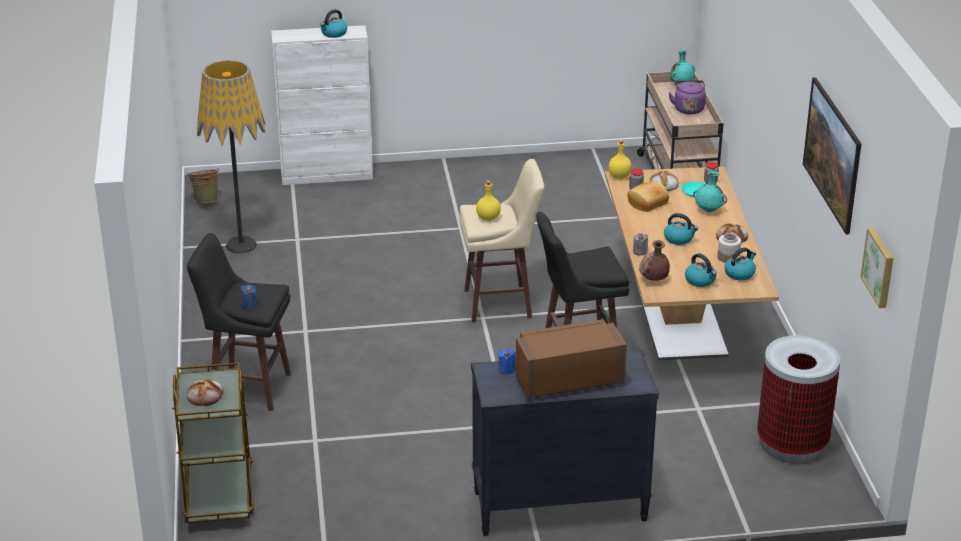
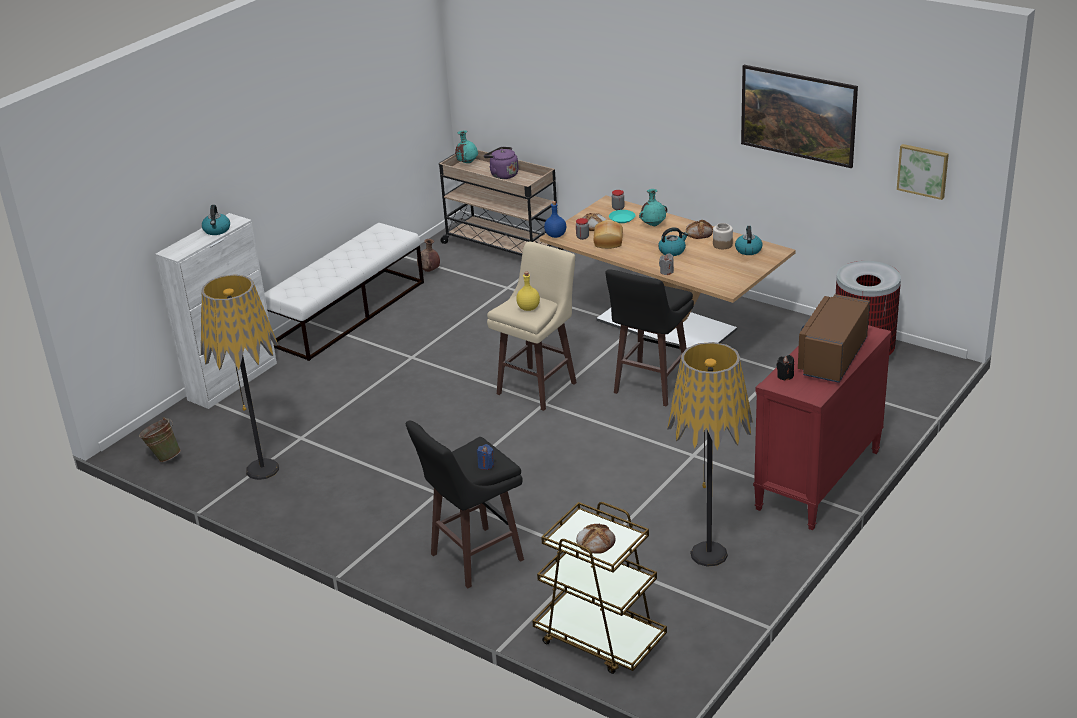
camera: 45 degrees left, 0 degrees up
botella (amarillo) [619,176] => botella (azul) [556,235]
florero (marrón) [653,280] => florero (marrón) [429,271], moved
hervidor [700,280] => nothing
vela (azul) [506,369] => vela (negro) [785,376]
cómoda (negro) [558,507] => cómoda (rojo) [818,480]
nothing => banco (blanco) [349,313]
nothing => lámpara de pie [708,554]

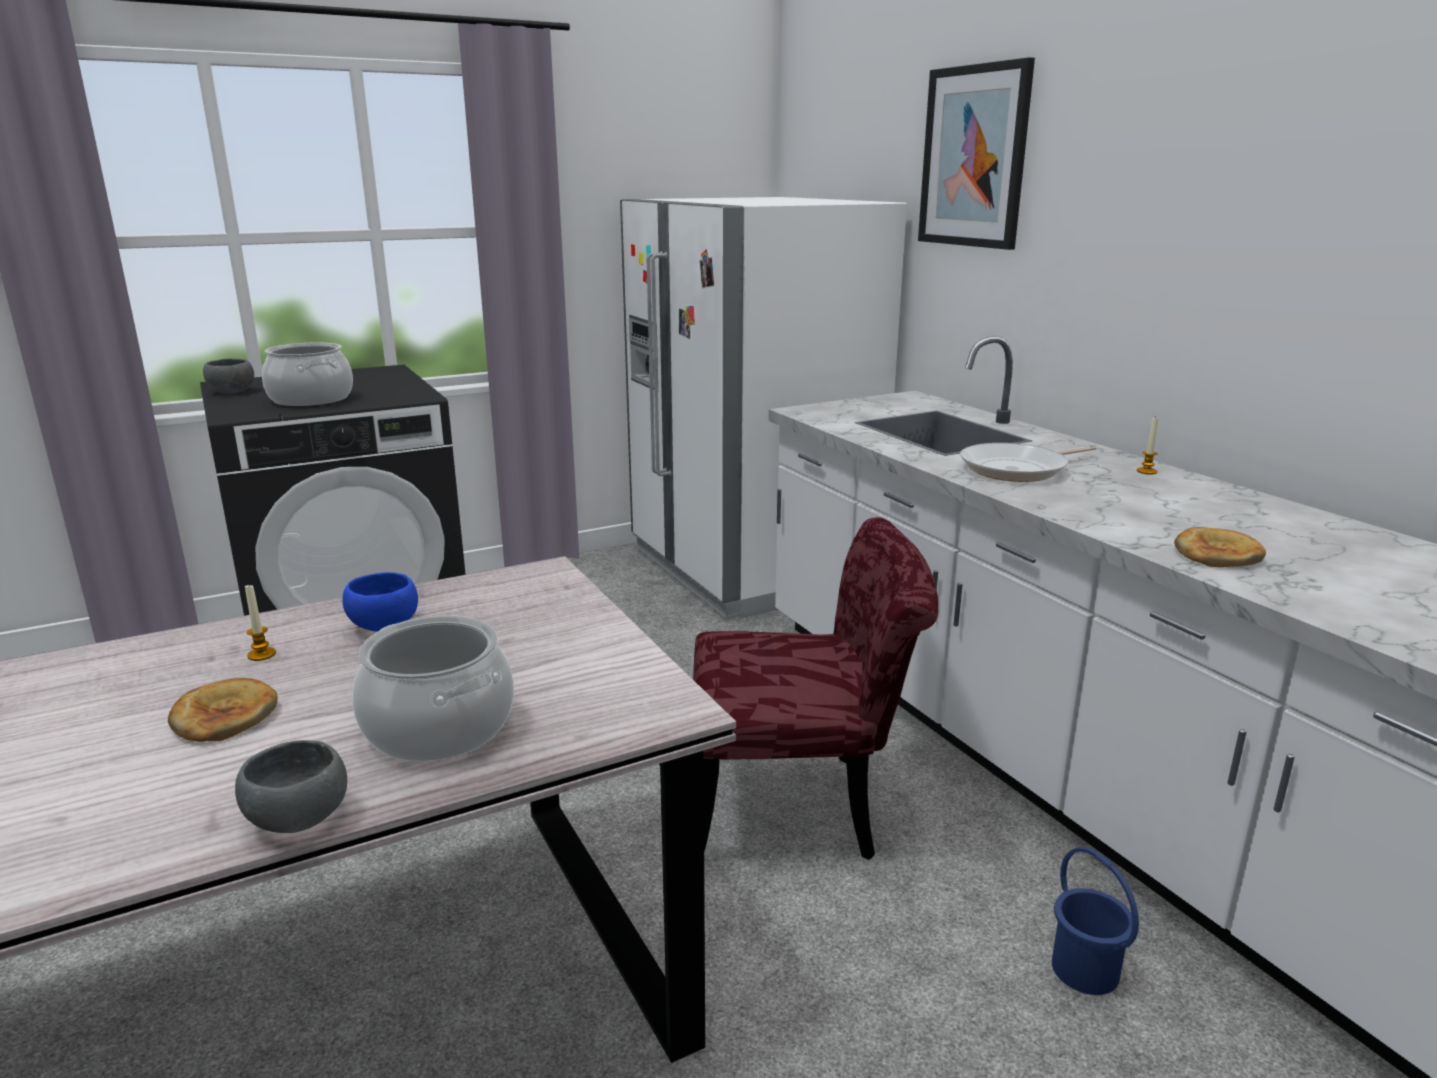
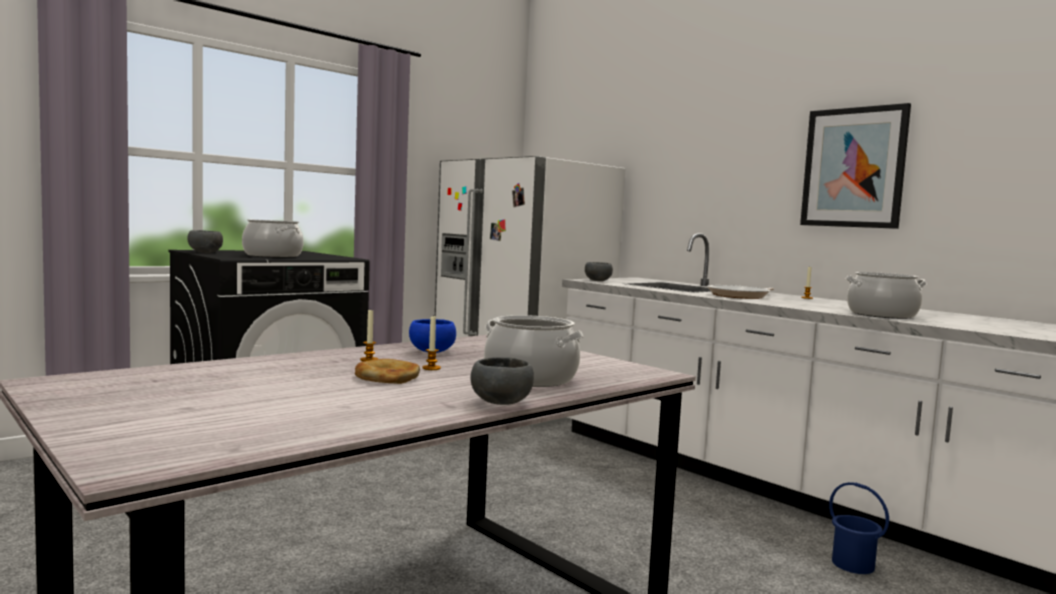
camera: 15 degrees left, 15 degrees down
cuadro [974,157] => cuadro [853,167], moved
silla (rojo) [802,806] => nothing
pan [1217,554] => olla [882,315]
nothing => cuenco (gris) [598,281]
nothing => vela [431,368]

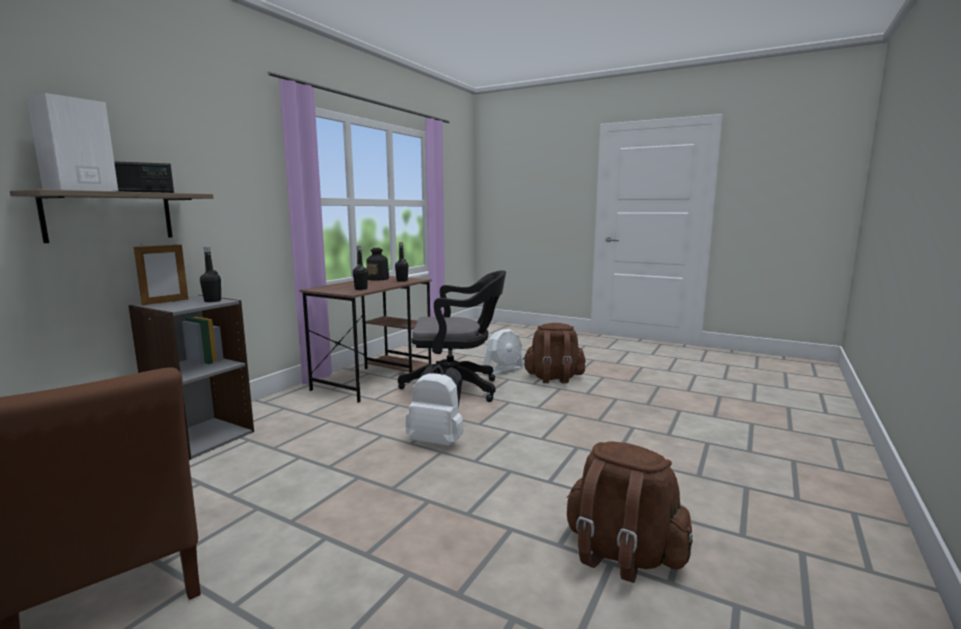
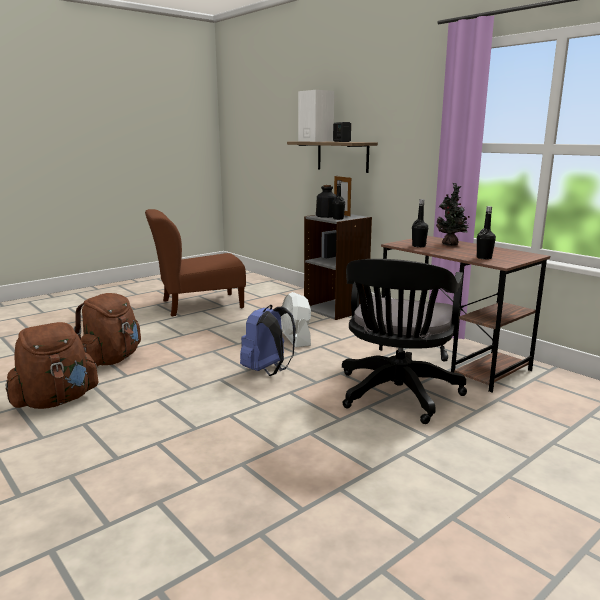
camera: 110 degrees right, 5 degrees up
botella [378,279] => botella [326,216], moved
mochila (marrón) [554,378] => mochila (marrón) [111,360], moved
ventilador (blanco) [503,370] => ventilador (blanco) [296,339], moved
mochila (blanco) [438,441] => mochila (azul) [268,371]
nothing => planta en maceta [451,245]

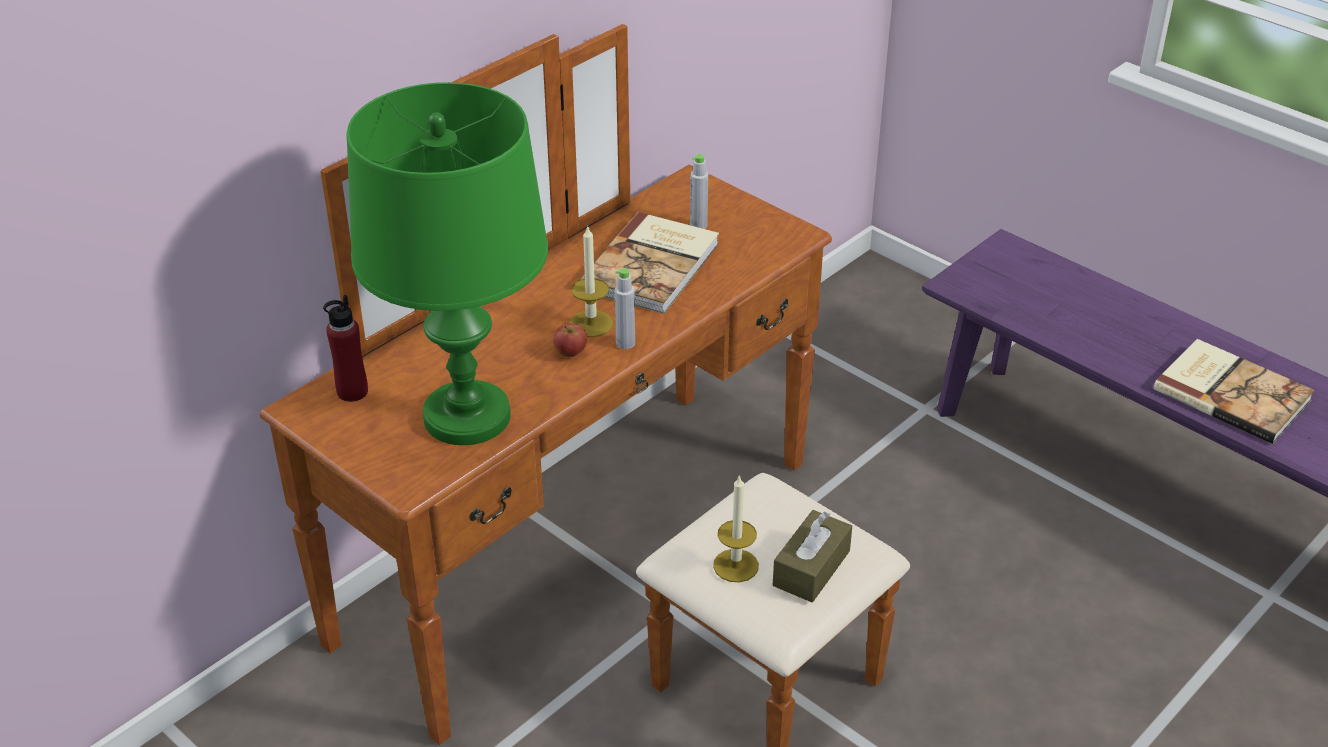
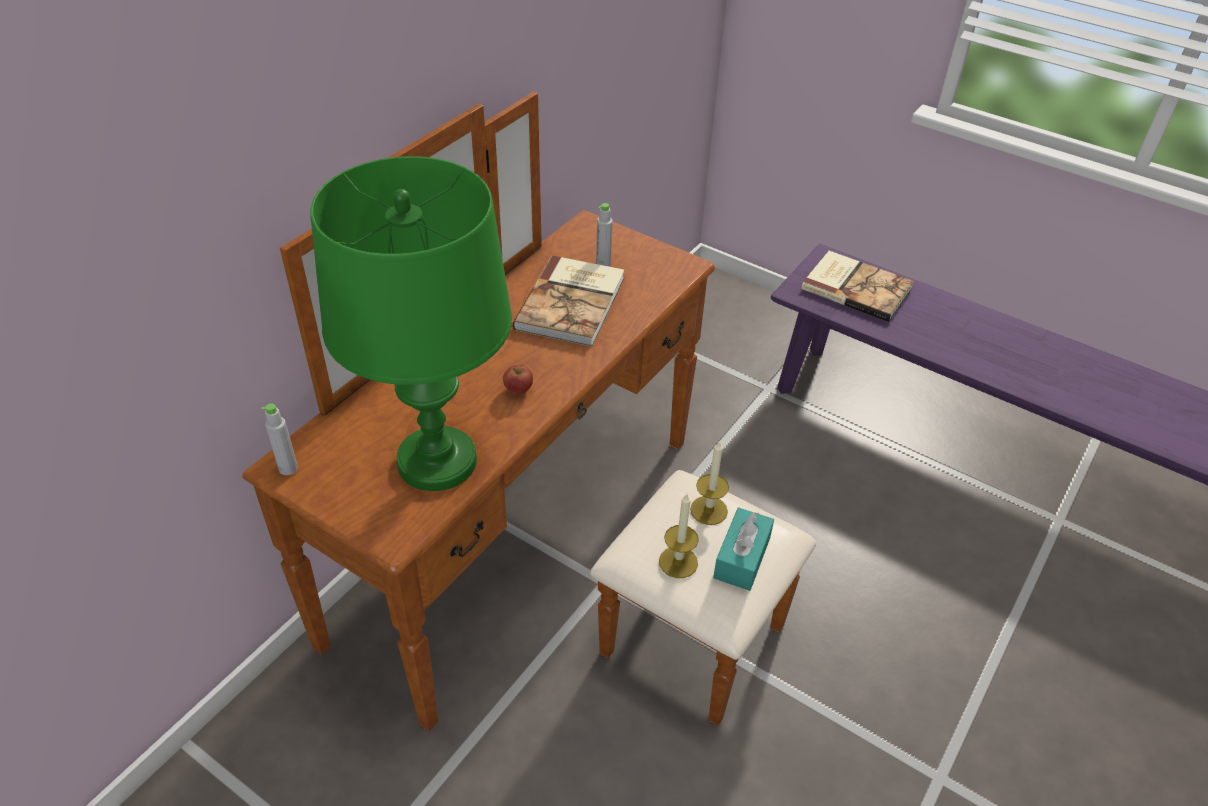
camera: 10 degrees left, 5 degrees up
vela [591,323] => vela [709,510], moved
botella (gris) [625,343] => botella (gris) [288,468], moved
botella (rojo) [352,392] => nothing
libro [1231,393] => libro [856,287], moved
caja de pañuelos (marrón) [811,568] => caja de pañuelos (turquesa) [742,558]

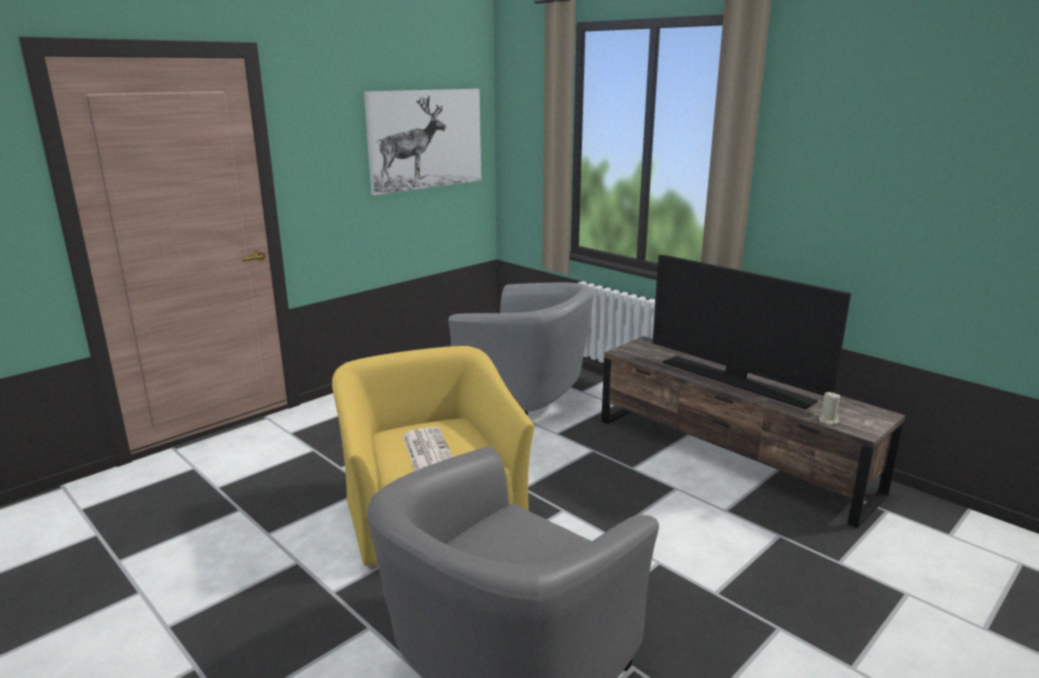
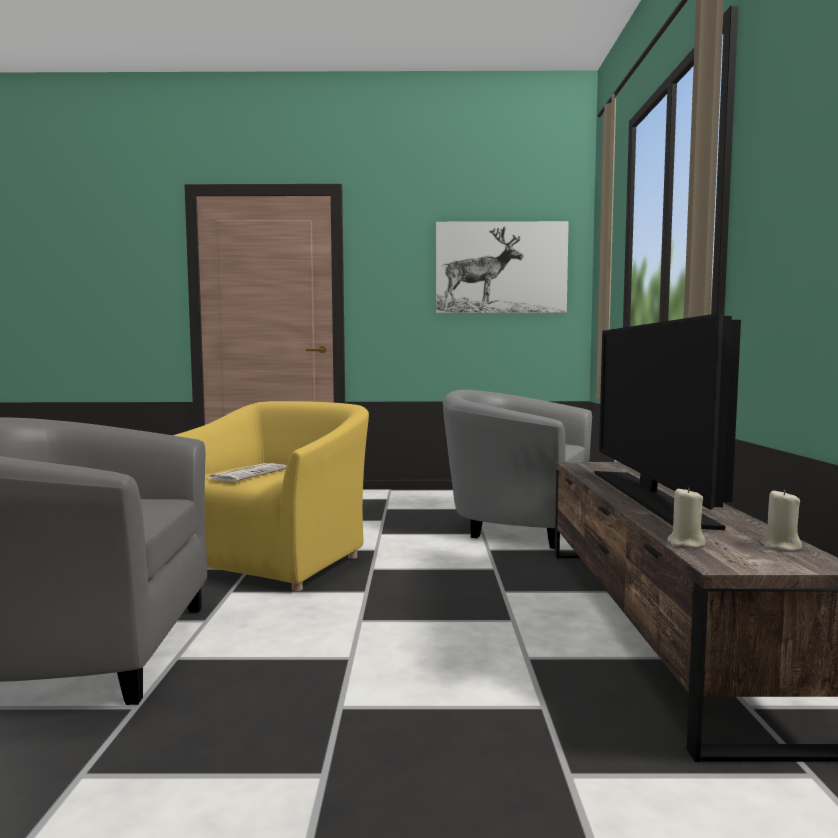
camera: 45 degrees right, 15 degrees down
sillón (gris) [526,400] => sillón (gris) [515,525], 135 degrees clockwise
nothing => vela (beis) [780,546]

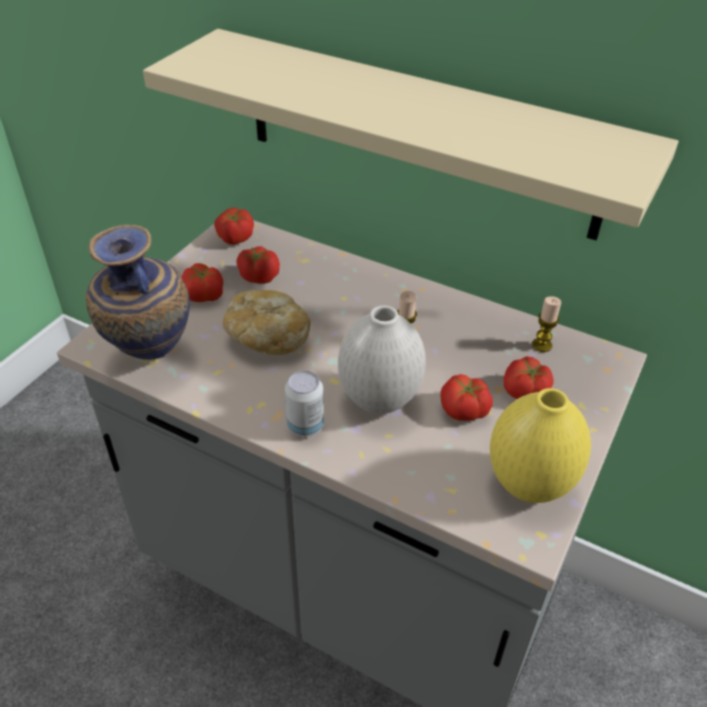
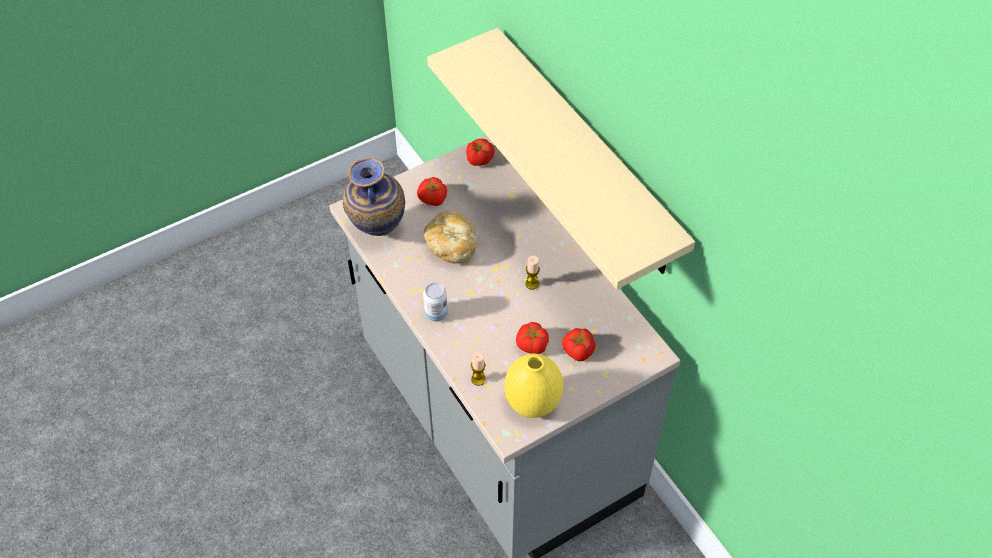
camera: 30 degrees right, 10 degrees up
tomate [259,276] => nothing
vela [542,345] => vela [478,379], moved
florero (blanco) [380,401] => nothing

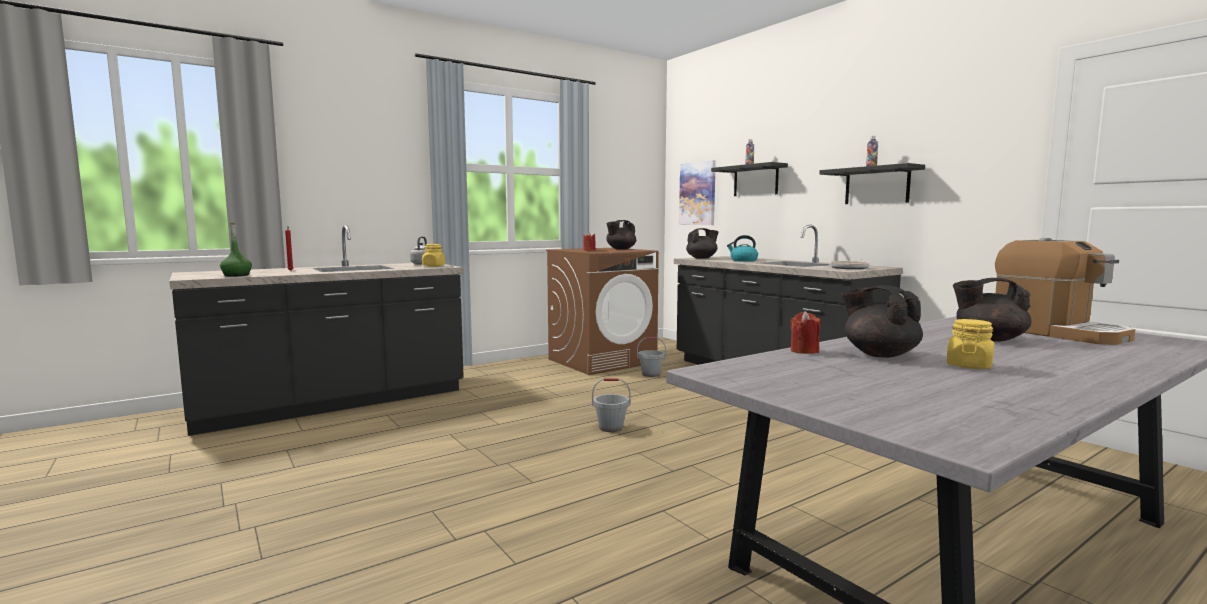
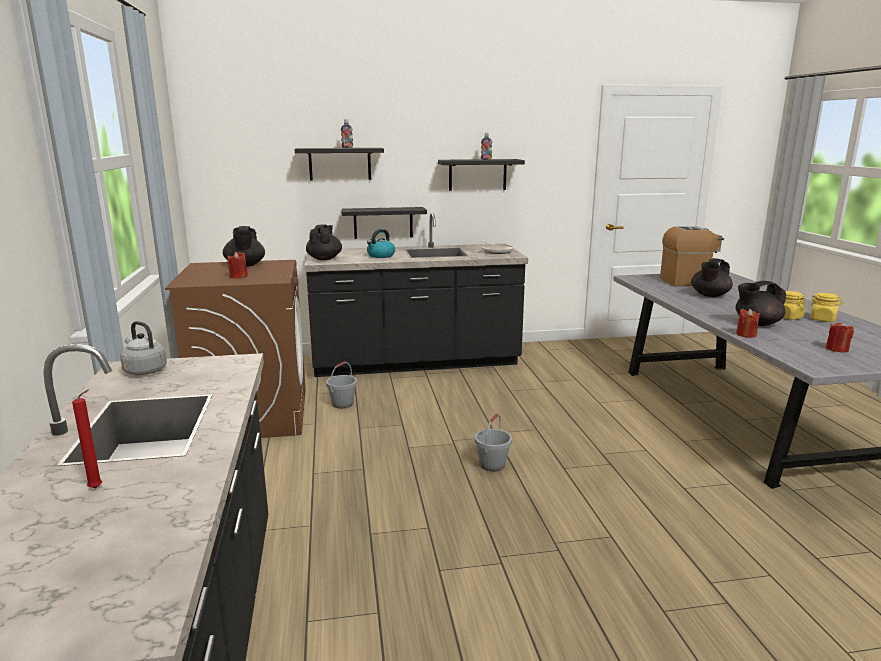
camera: 65 degrees left, 10 degrees up
cuadro [698,193] => nothing
botella (verde) [236,275] => nothing
tarro (amarillo) [433,266] => tarro (amarillo) [823,319], moved
nothing => estante (negro) [383,222]
nothing => vela (rojo) [837,349]

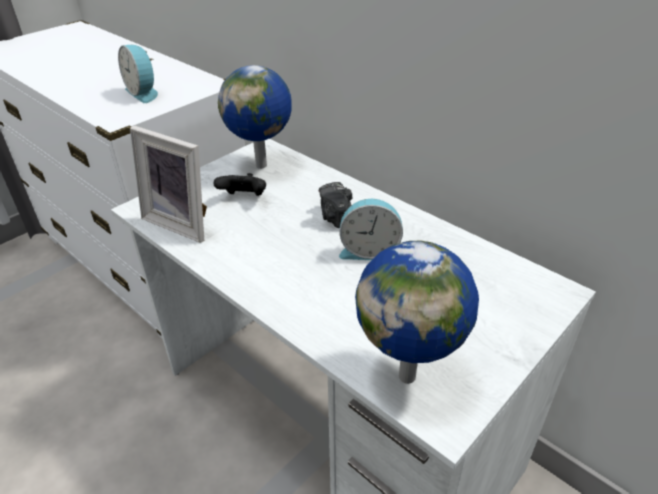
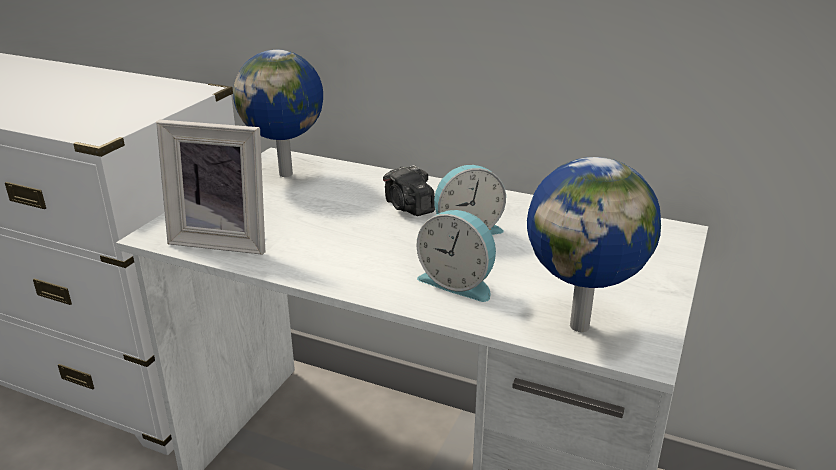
camera: 20 degrees left, 10 degrees down
despertador [144,93] => despertador [458,282], moved
mando de consola (negro) [244,198] => nothing

